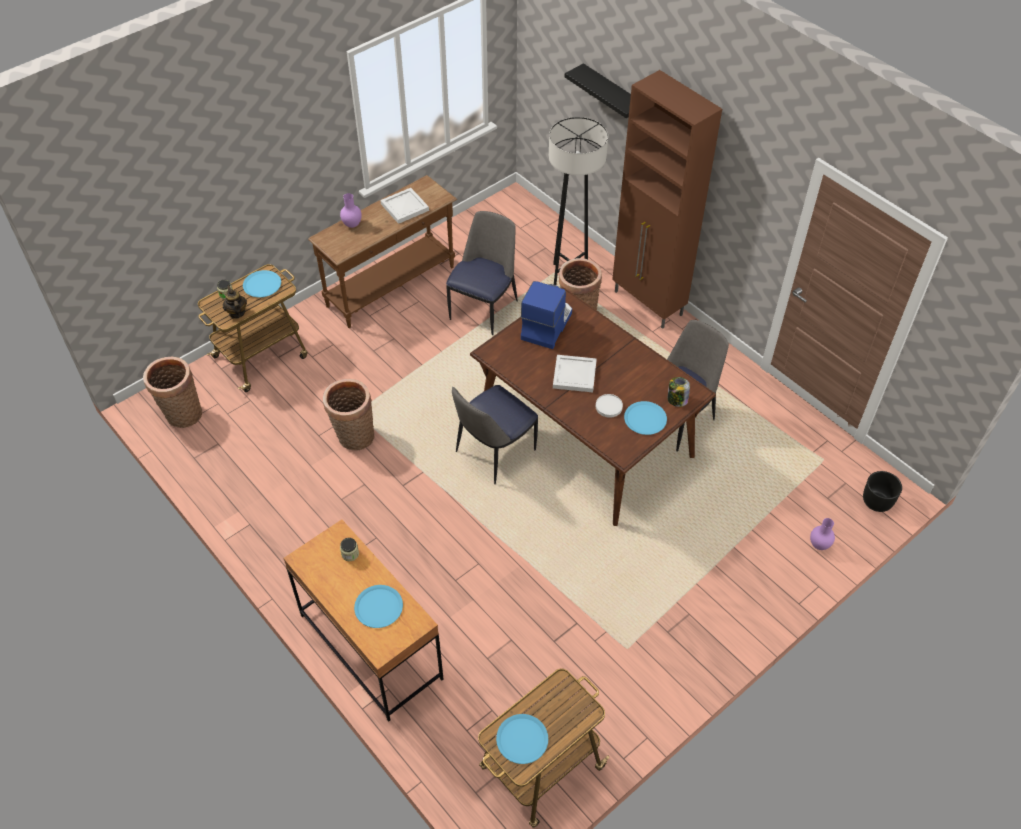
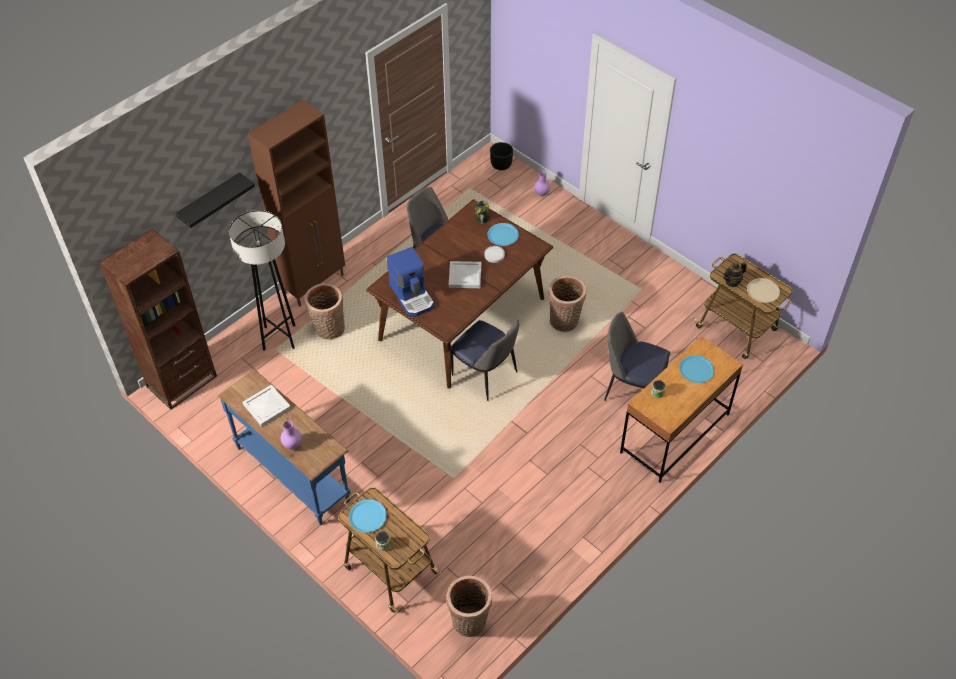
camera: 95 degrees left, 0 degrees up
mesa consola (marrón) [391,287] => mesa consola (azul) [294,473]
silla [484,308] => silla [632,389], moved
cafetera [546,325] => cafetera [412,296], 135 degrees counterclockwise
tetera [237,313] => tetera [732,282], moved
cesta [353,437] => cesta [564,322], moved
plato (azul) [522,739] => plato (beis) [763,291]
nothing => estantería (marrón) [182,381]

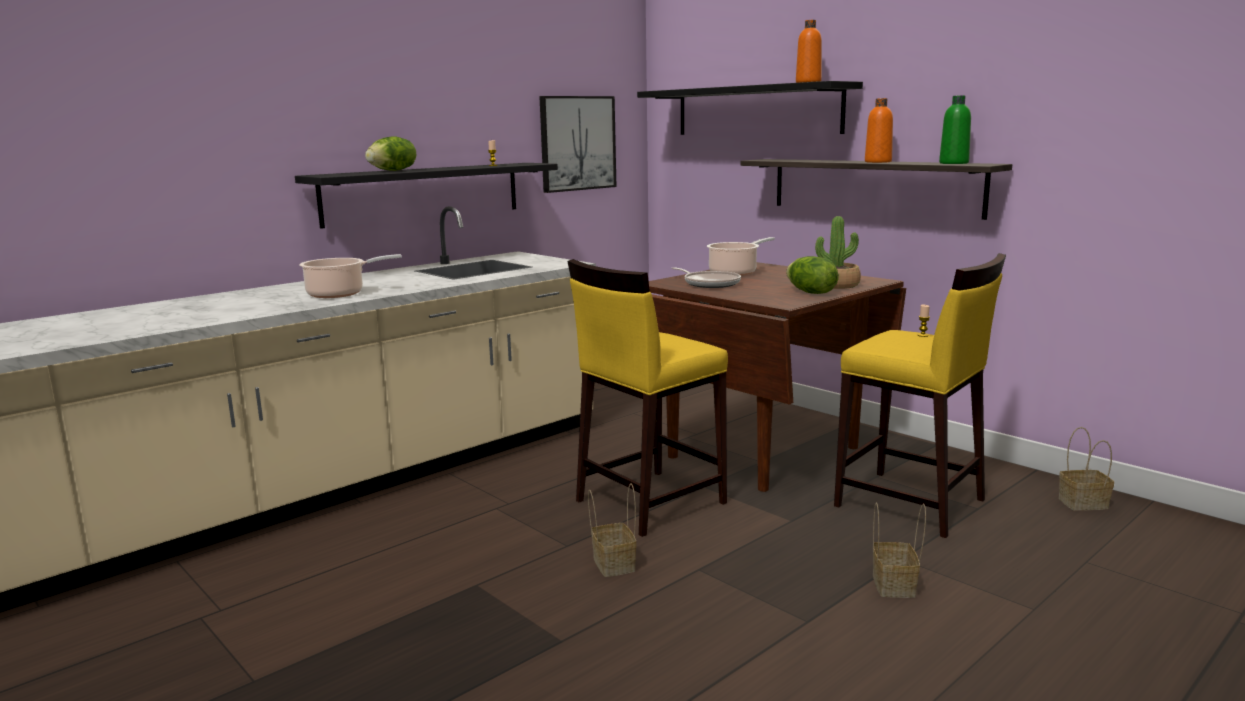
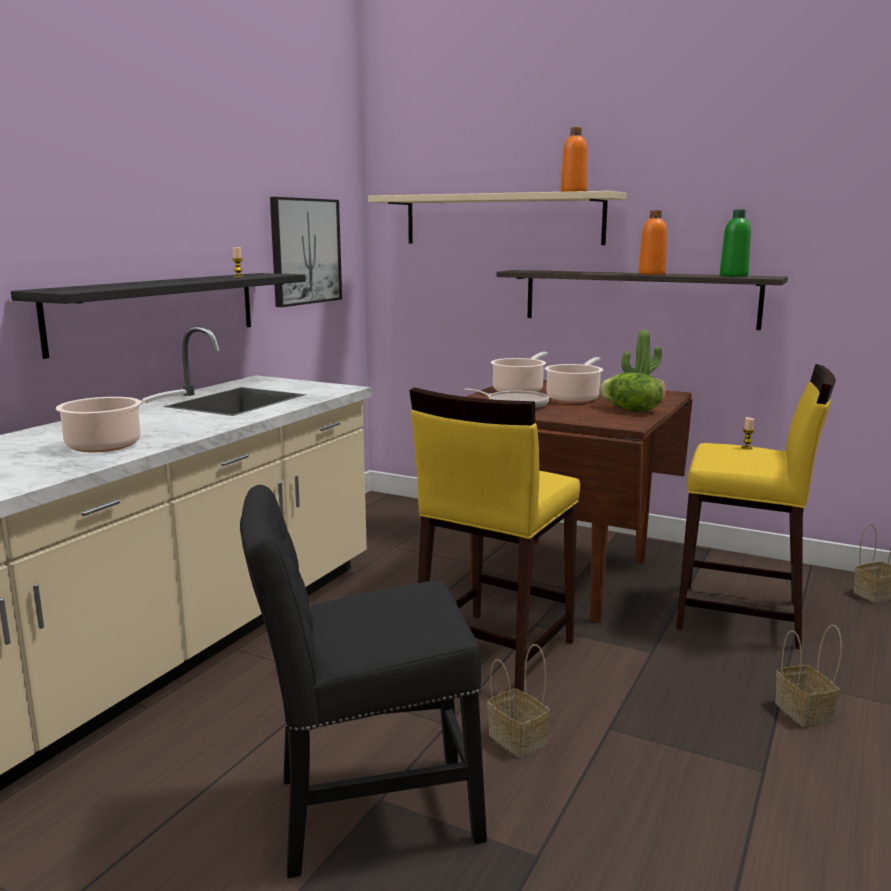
camera: 20 degrees left, 0 degrees up
estante (negro) [756,111] => estante (beis) [502,219]
lechuga [393,170] => nothing
nothing => olla [574,398]
nothing => silla (negro) [365,812]

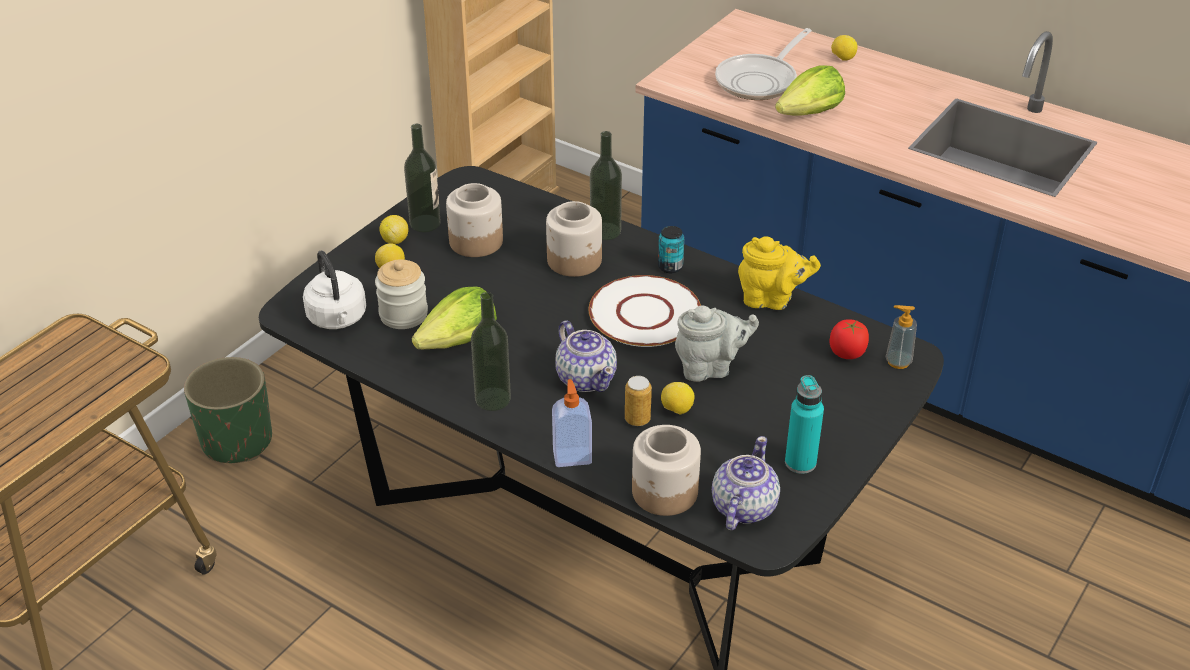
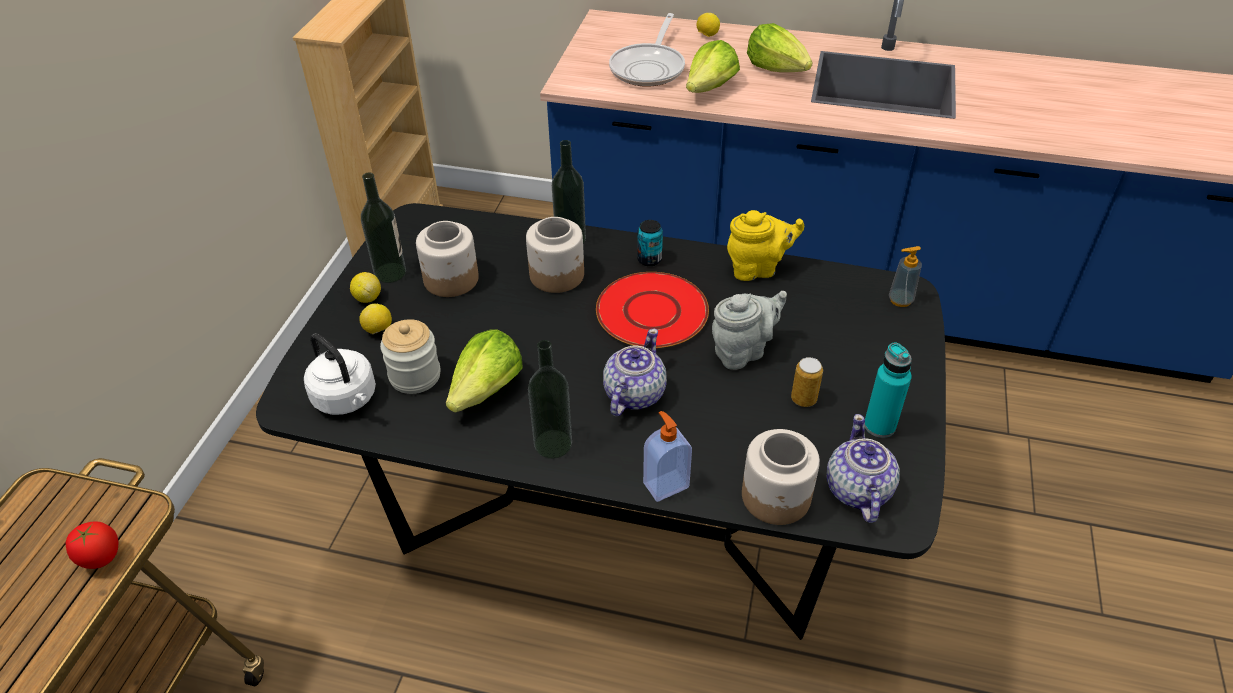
camera: 20 degrees left, 5 degrees up
plato (blanco) [644,313] => plato (rojo) [651,312]
tomate [847,353] => tomate [100,558], moved
tetera [586,378] => tetera [633,394], 105 degrees counterclockwise
maceta (verde) [236,441] => nothing
lata [637,419] => lata [803,399], moved
limón [676,410] => nothing
nothing => lechuga [777,69]

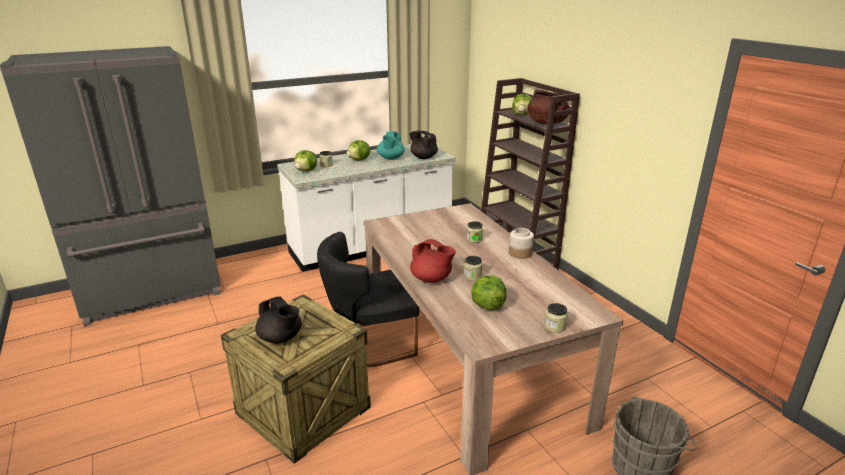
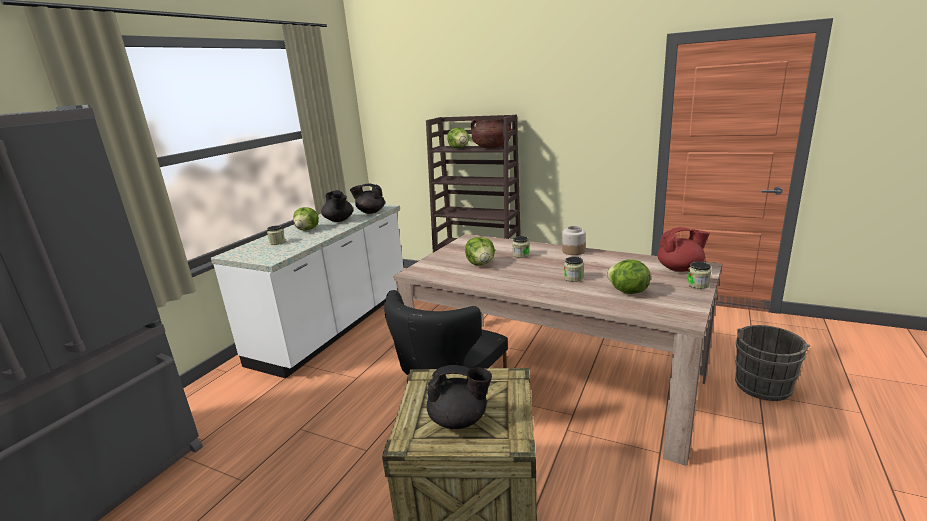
camera: 35 degrees left, 5 degrees down
tetera (turquesa) [390,158] => tetera (negro) [339,220]
lechuga [306,171] => lechuga [481,264], moved
tetera (rojo) [431,279] => tetera (rojo) [680,269], moved

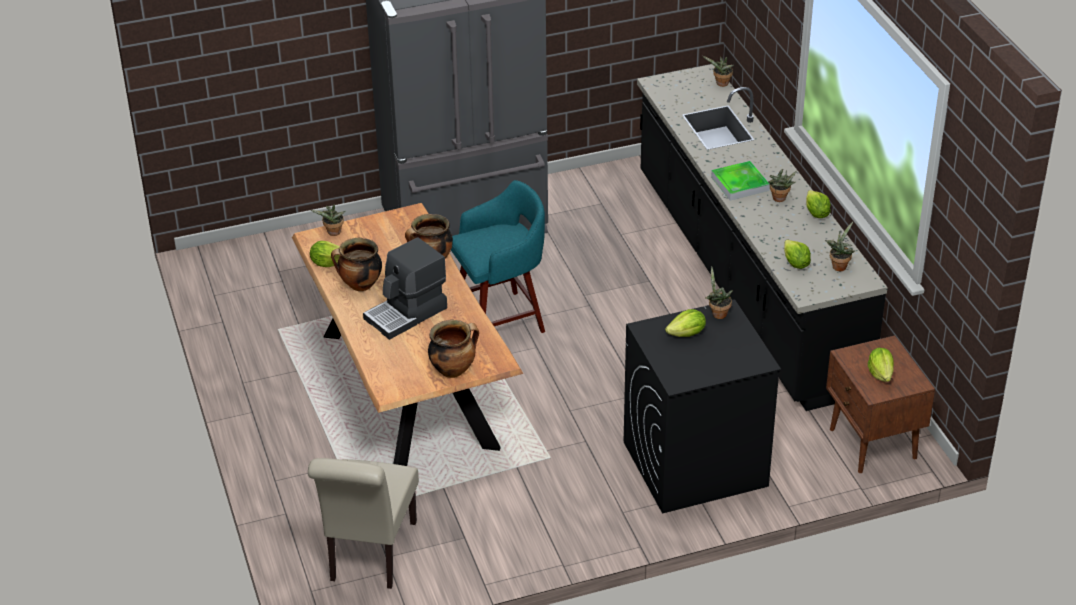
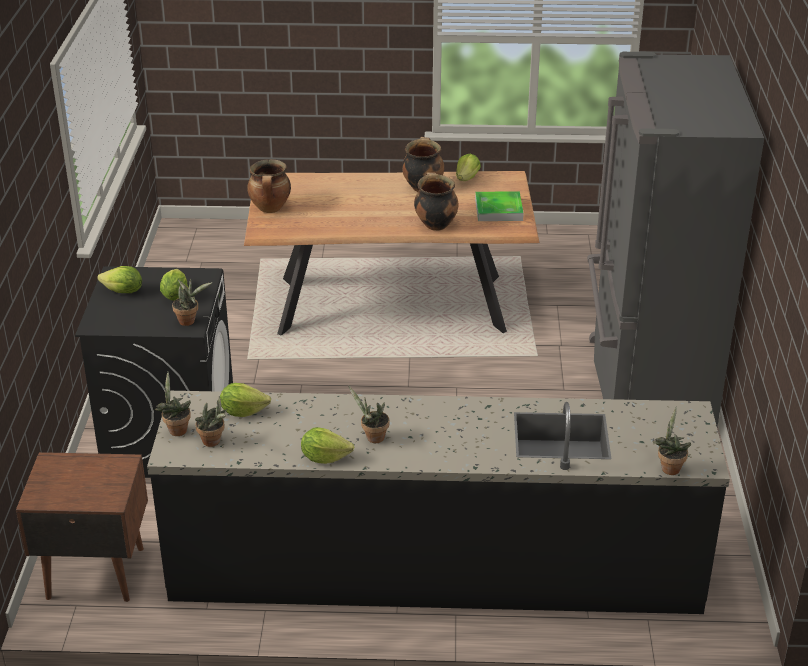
camera: 110 degrees right, 5 degrees down
bandeja [740,184] => bandeja [498,210], moved
taburete (turquesa) [501,320] => nothing
planta en maceta [333,233] => planta en maceta [176,429], moved
cafetera [407,313] => nothing
lechuga [880,374] => lechuga [123,292], moved
silla (beis) [370,556] => nothing

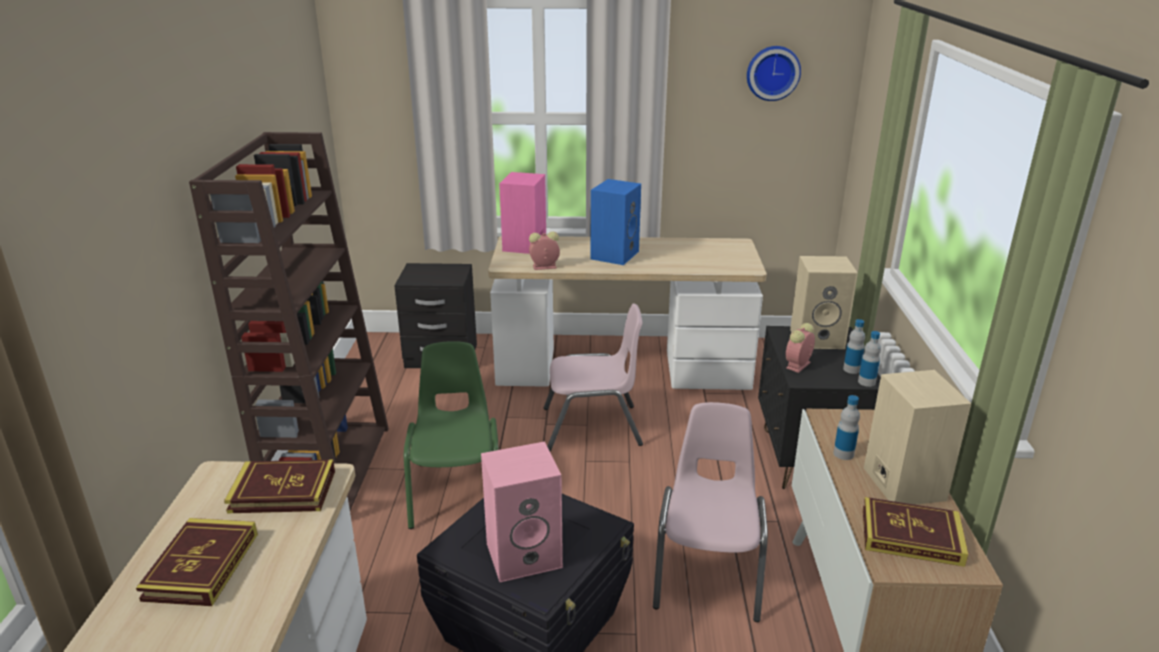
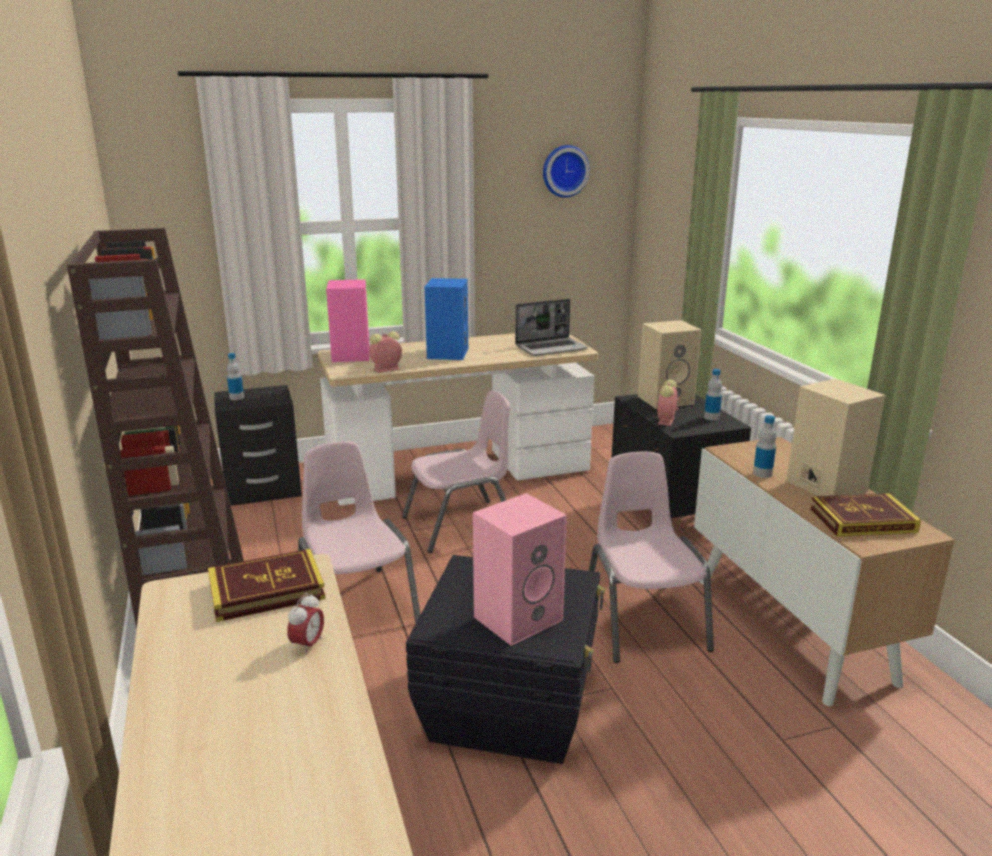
camera: 20 degrees left, 5 degrees down
botella [866,382] => botella [236,397], moved
silla (verde) [457,491] => silla (rosa) [357,606]
libro [202,566] => nothing
nothing => portátil [551,348]
nothing => despertador [308,645]

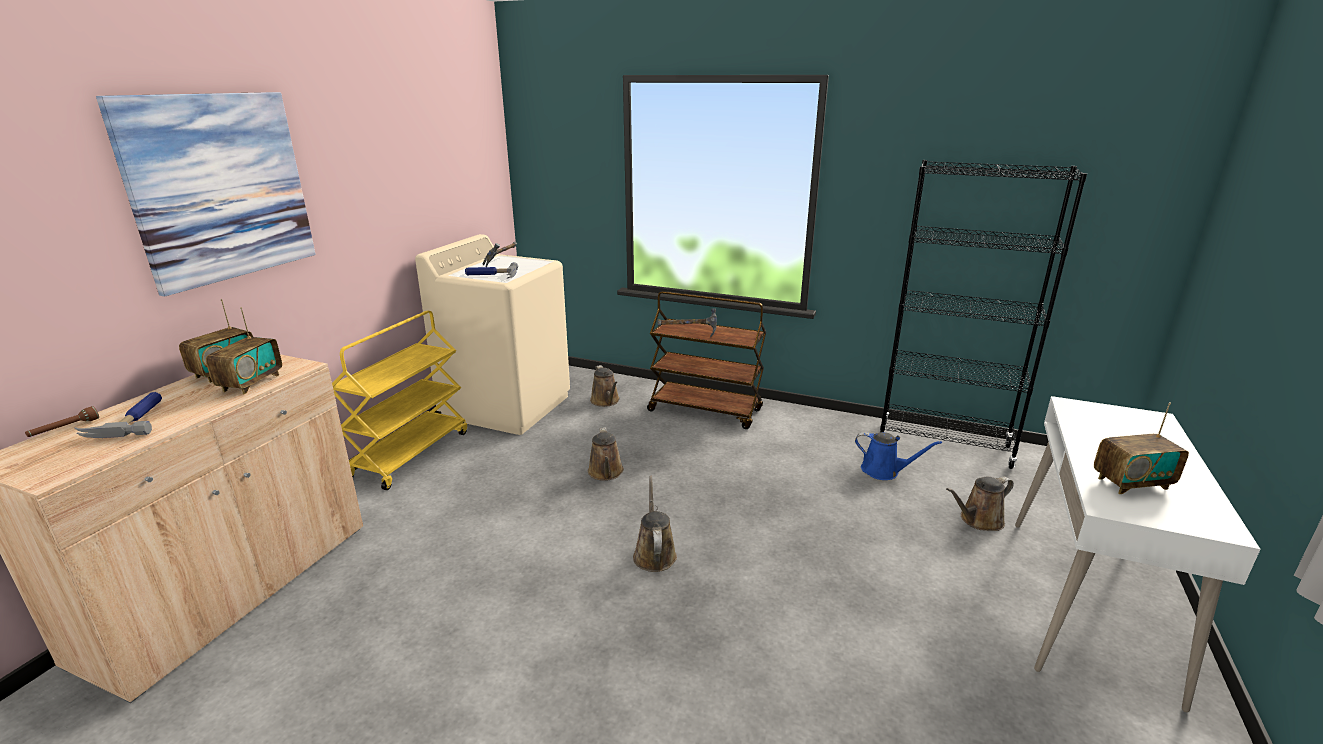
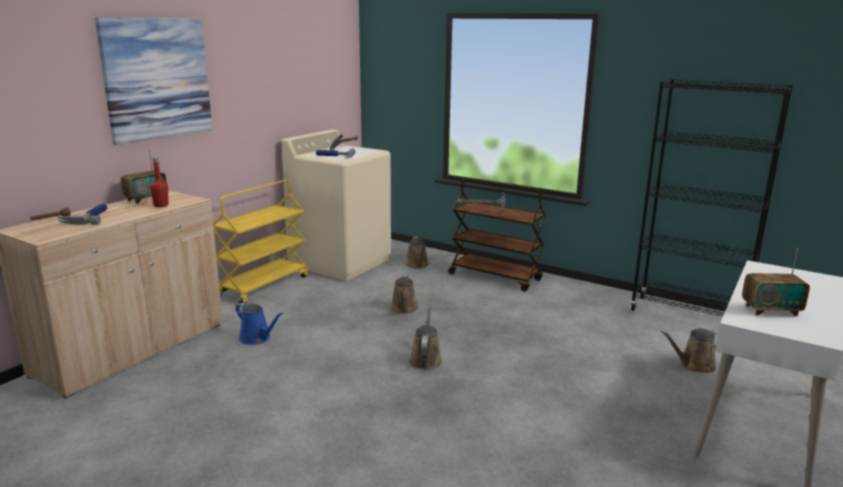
camera: 10 degrees right, 5 degrees down
radio [251,383] => botella (rojo) [161,205]
regadera (azul) [884,471] => regadera (azul) [257,338], moved

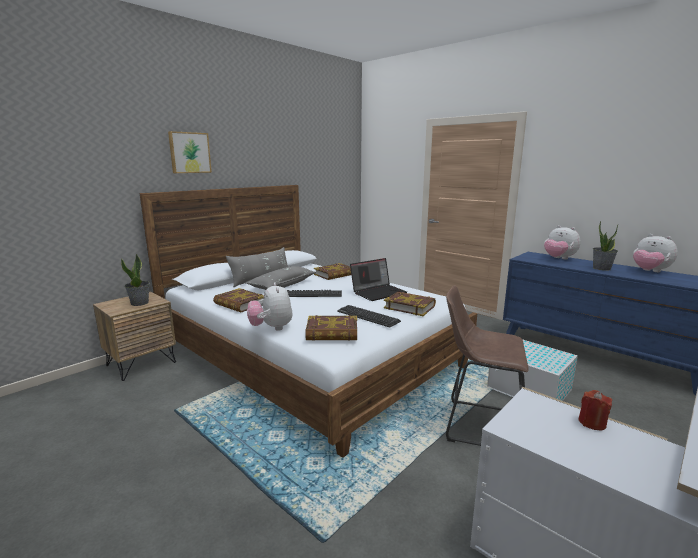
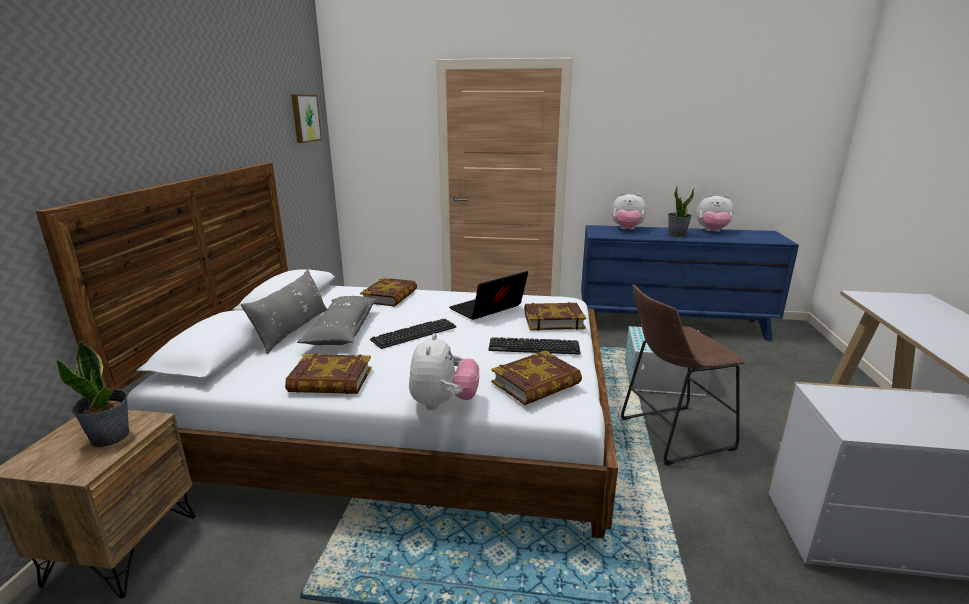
camera: 35 degrees left, 5 degrees up
cuadro [189,152] => cuadro [304,118], moved
portátil [378,292] => portátil [487,309], 150 degrees counterclockwise
peluche [271,328] => peluche [443,403], 120 degrees counterclockwise
vela (rojo) [592,423] => nothing

